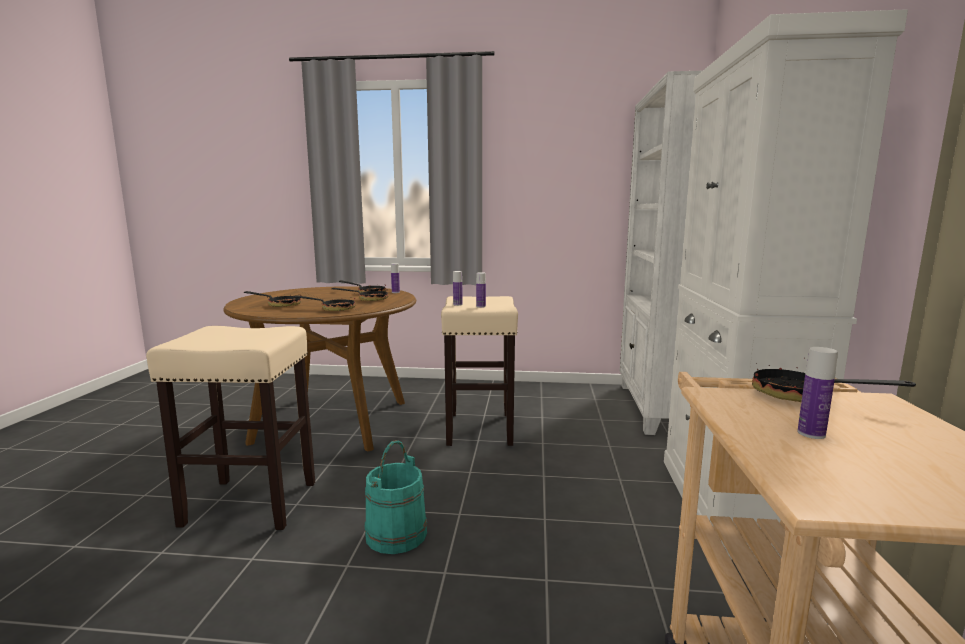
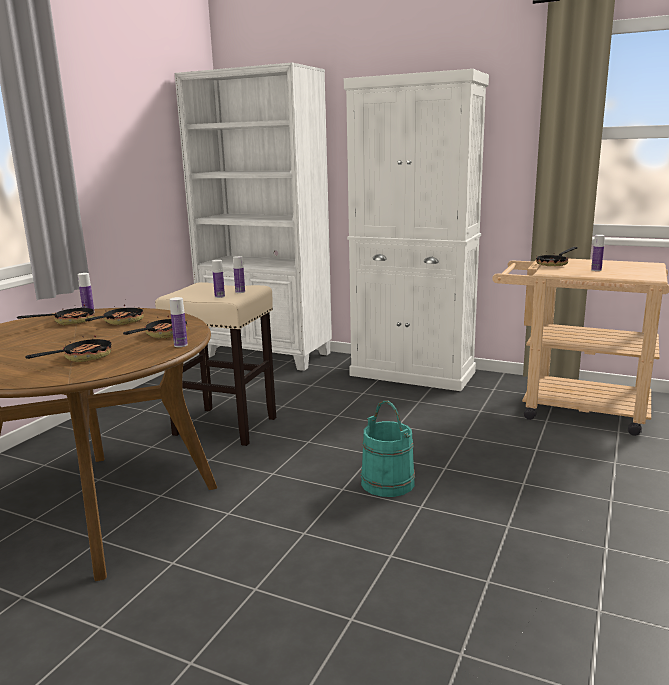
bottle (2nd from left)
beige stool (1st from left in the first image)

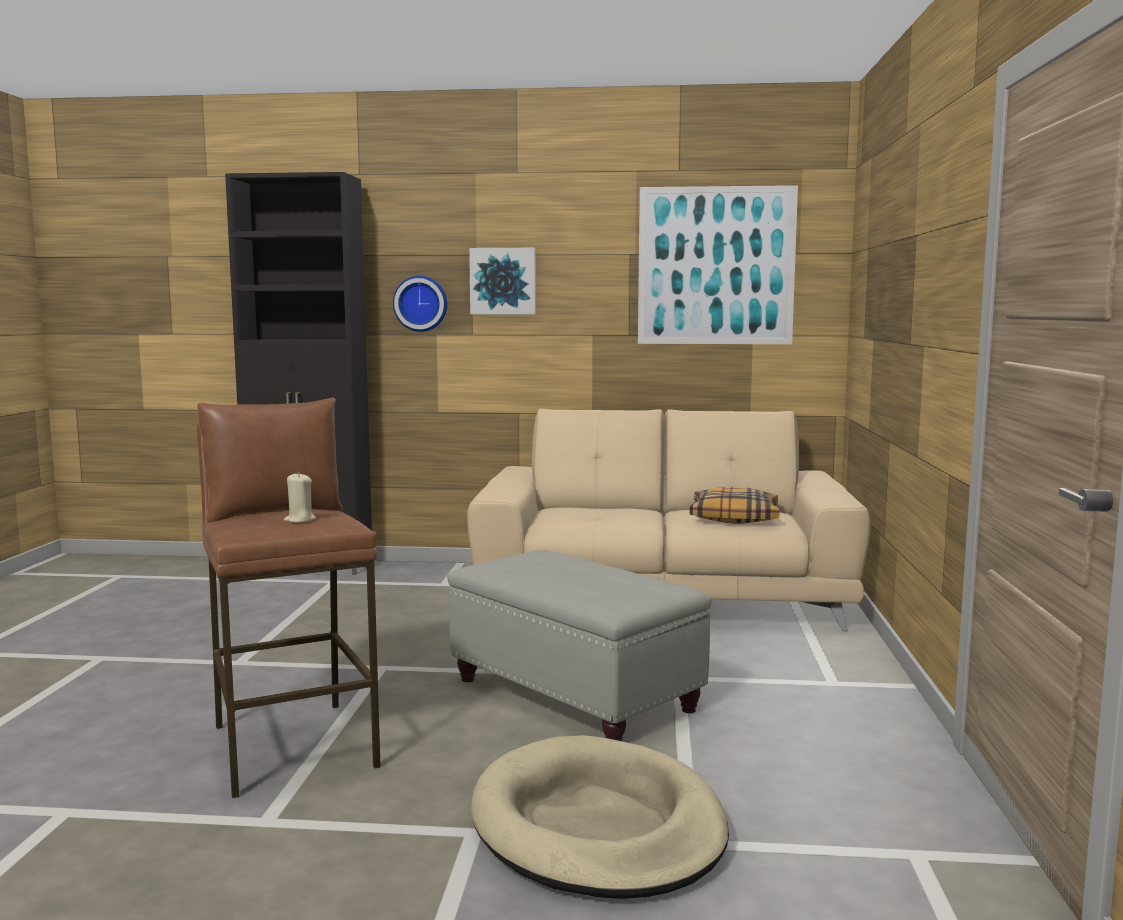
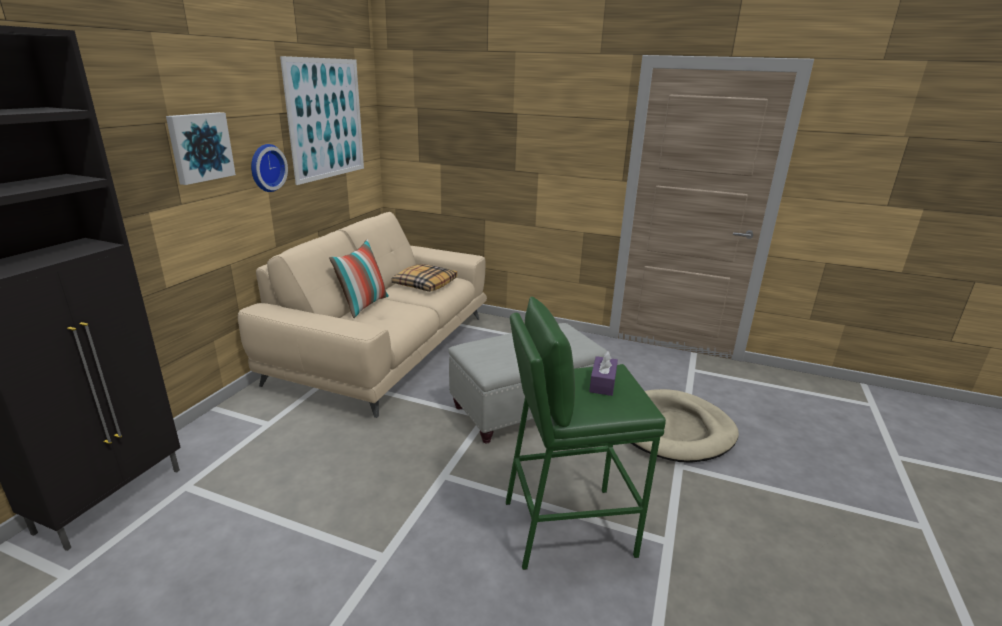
wall clock
pillow (1st from left)
green stool
purple tissue box

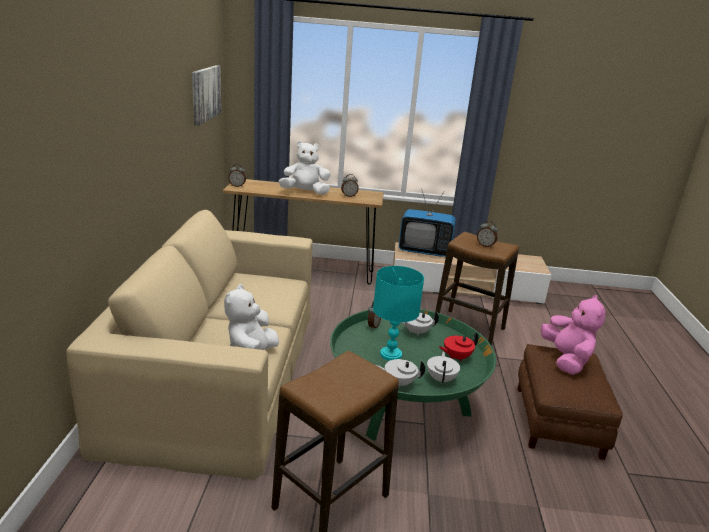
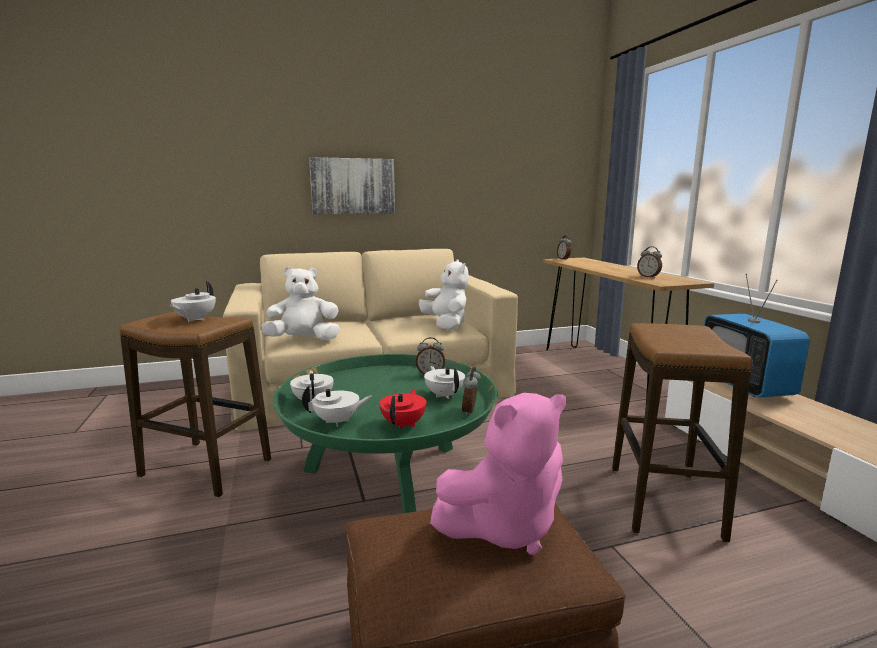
white teapot (1st from left)
picture
red teapot
white plush toy (2nd from left)
alarm clock (2nd from left)
turquoise table lamp

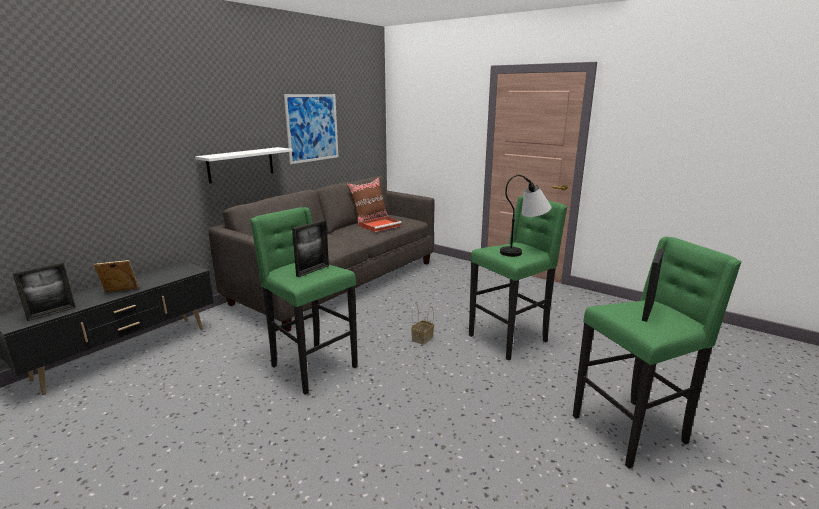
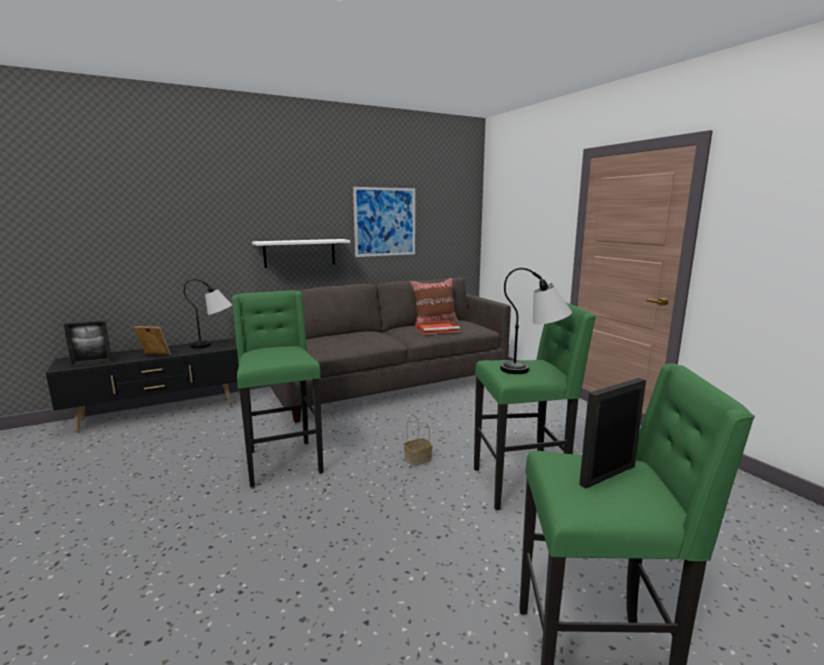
table lamp (1st from left)
picture frame (3rd from left in the first image)

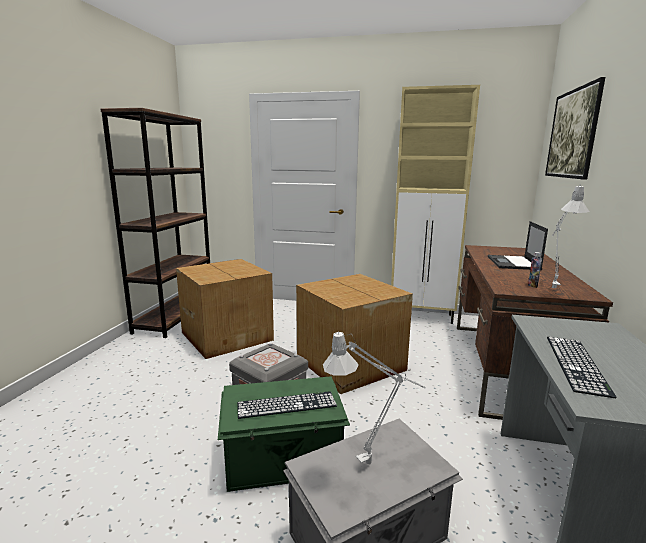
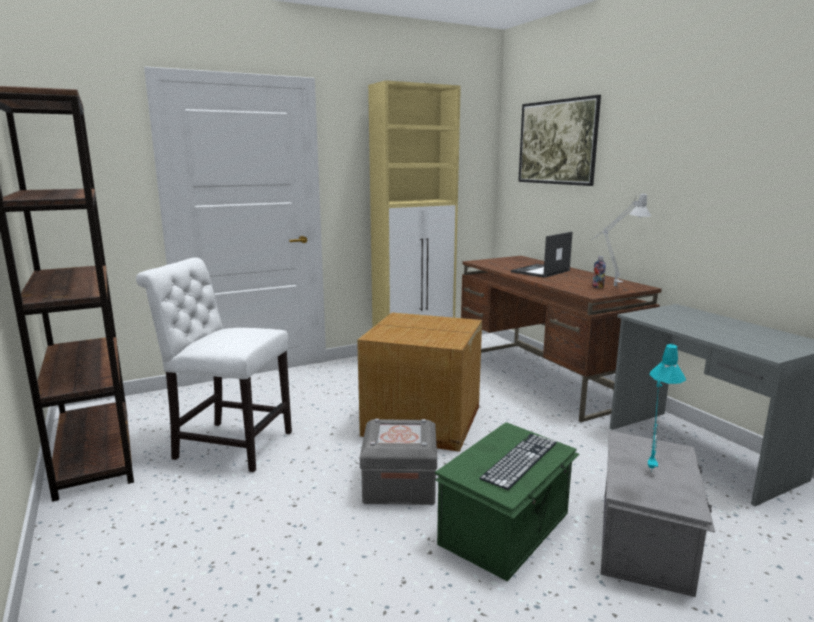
white chair
laptop
turquoise table lamp
keyboard (2nd from left in the first image)

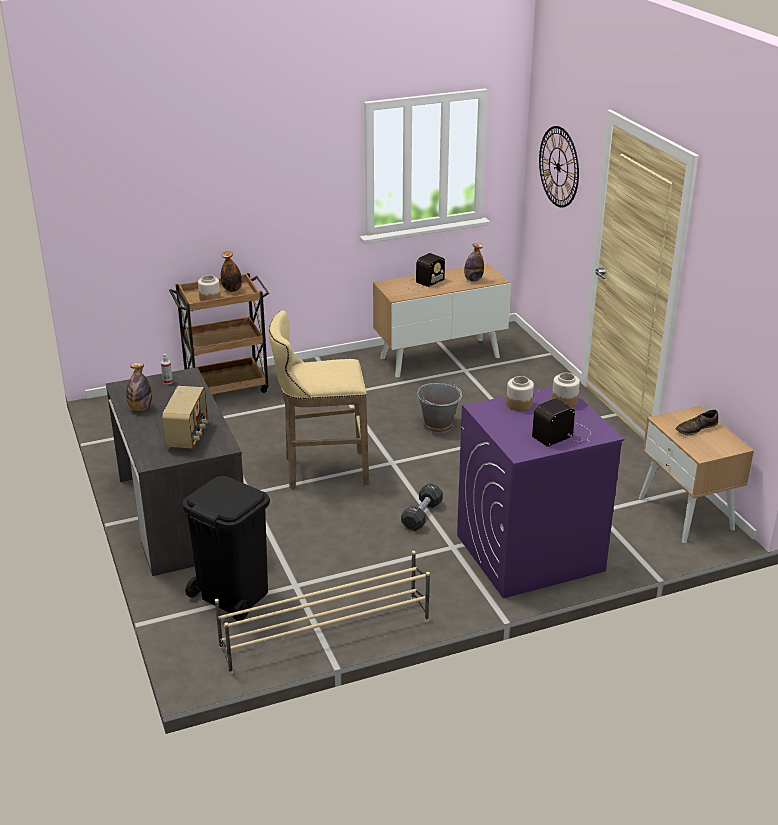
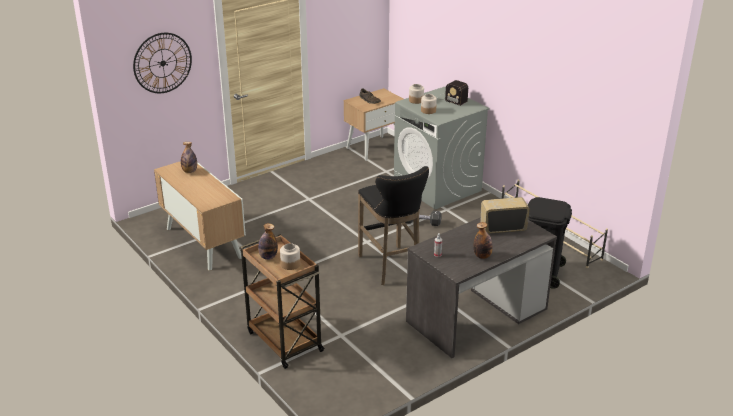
black stool
grey washing machine
radio (2nd from left in the first image)
grey bucket

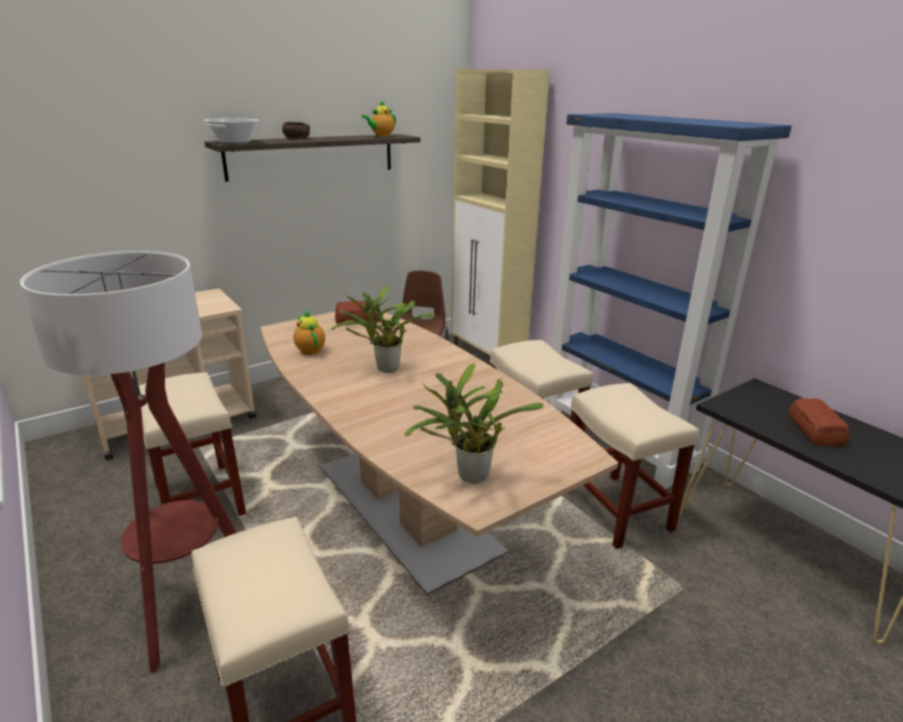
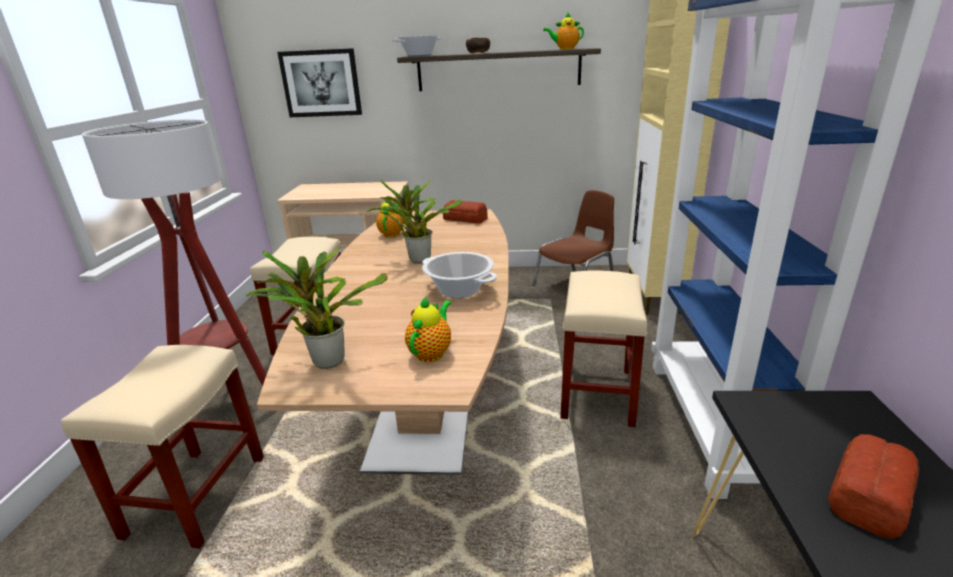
picture
teapot (2nd from left)
cooking pot (2nd from left)
beige stool (4th from left in the first image)

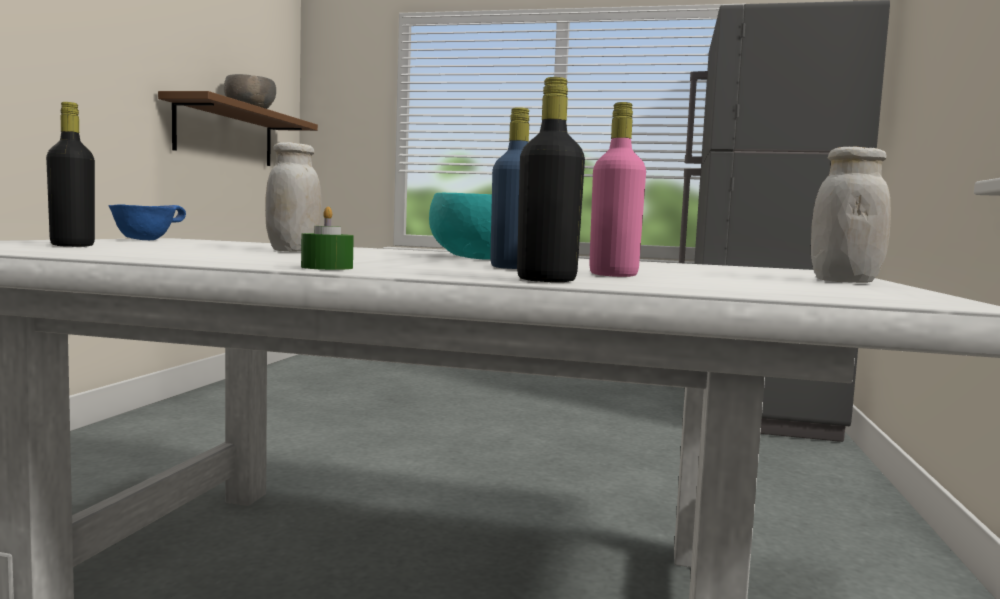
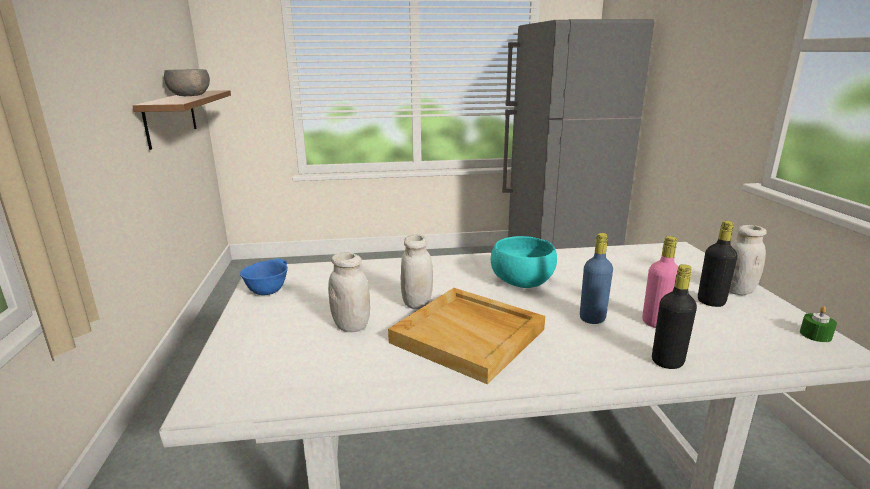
white jar (1st from left)
beige tray
black bottle (2nd from left)
green candle

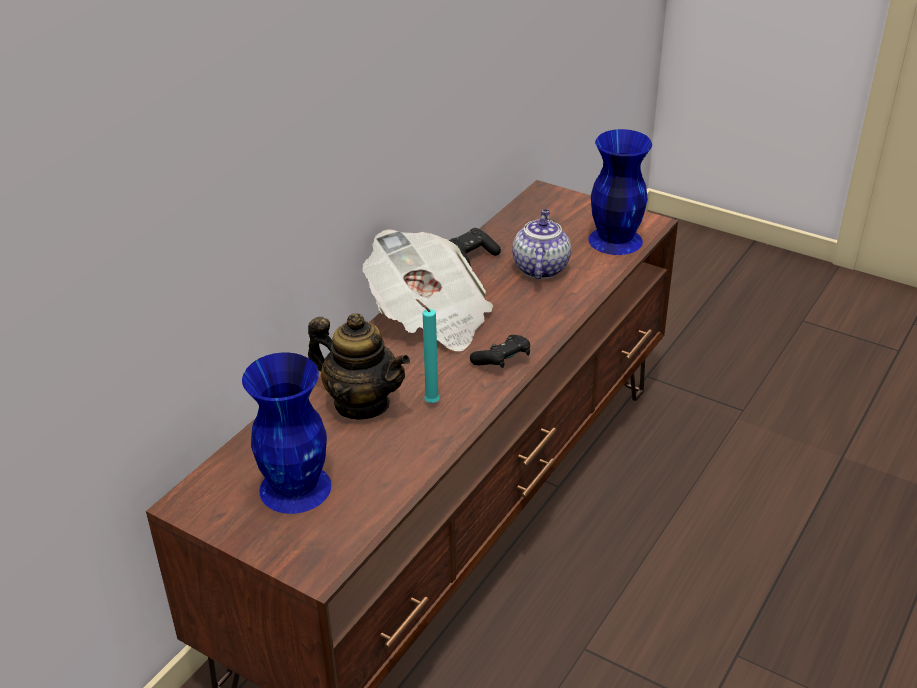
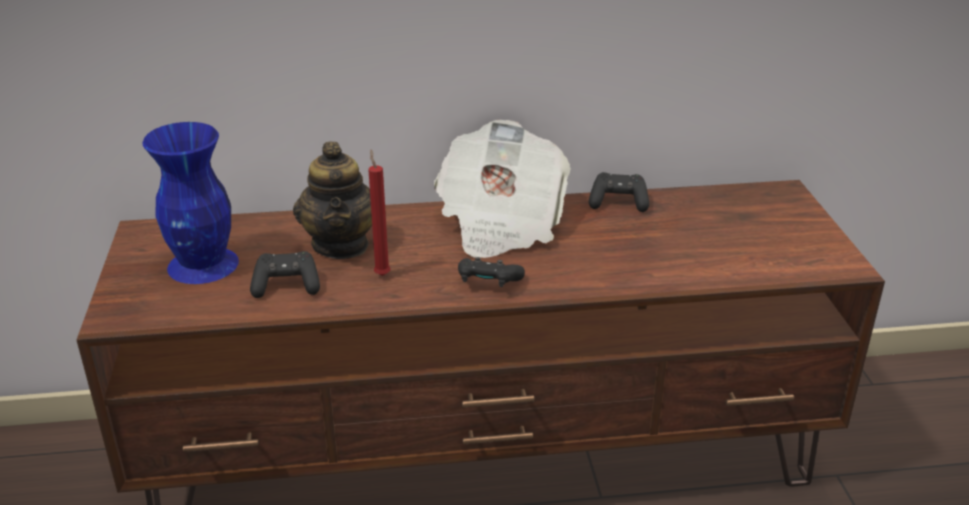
black game controller (1st from left)
red candle
teapot (2nd from left in the first image)
blue vase (2nd from left in the first image)

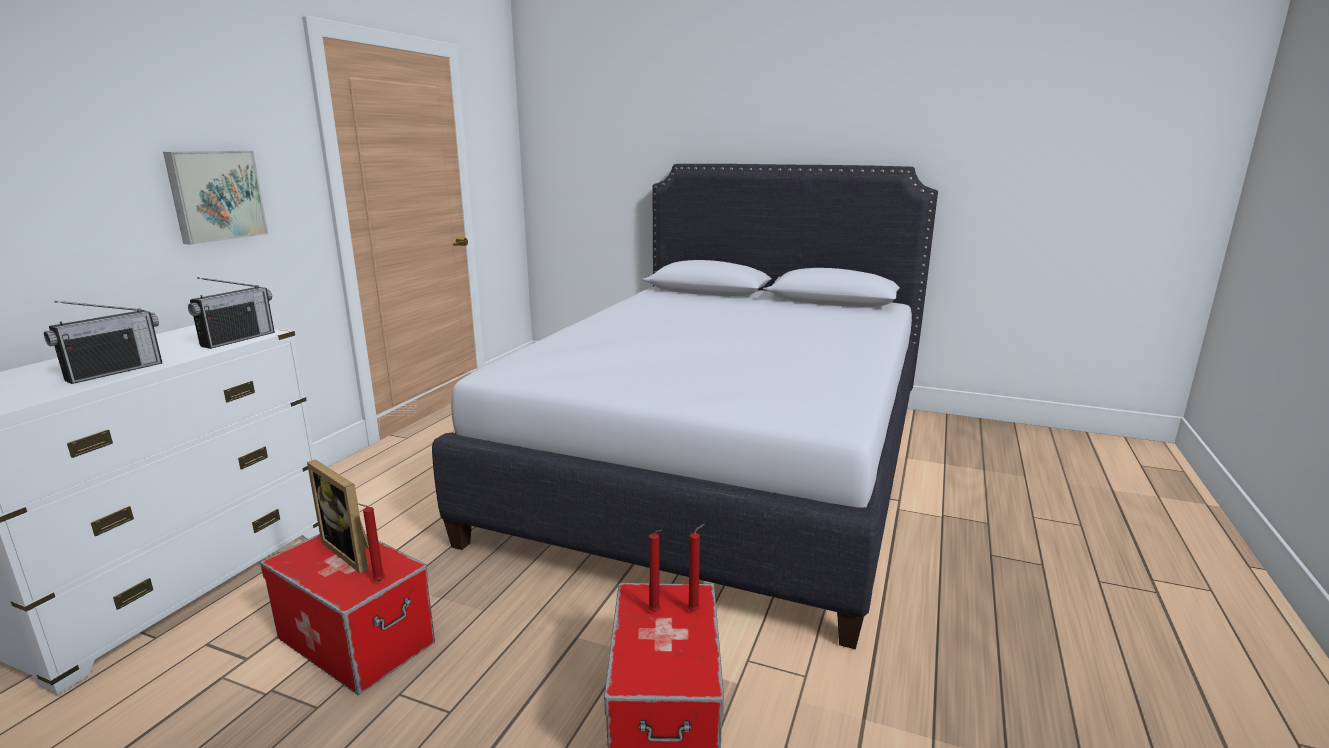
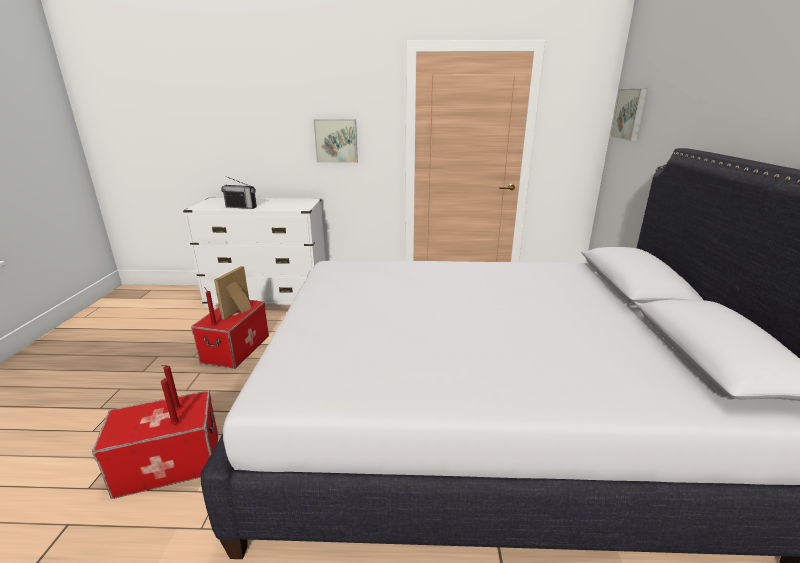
picture (2nd from left)
radio (2nd from left in the first image)

